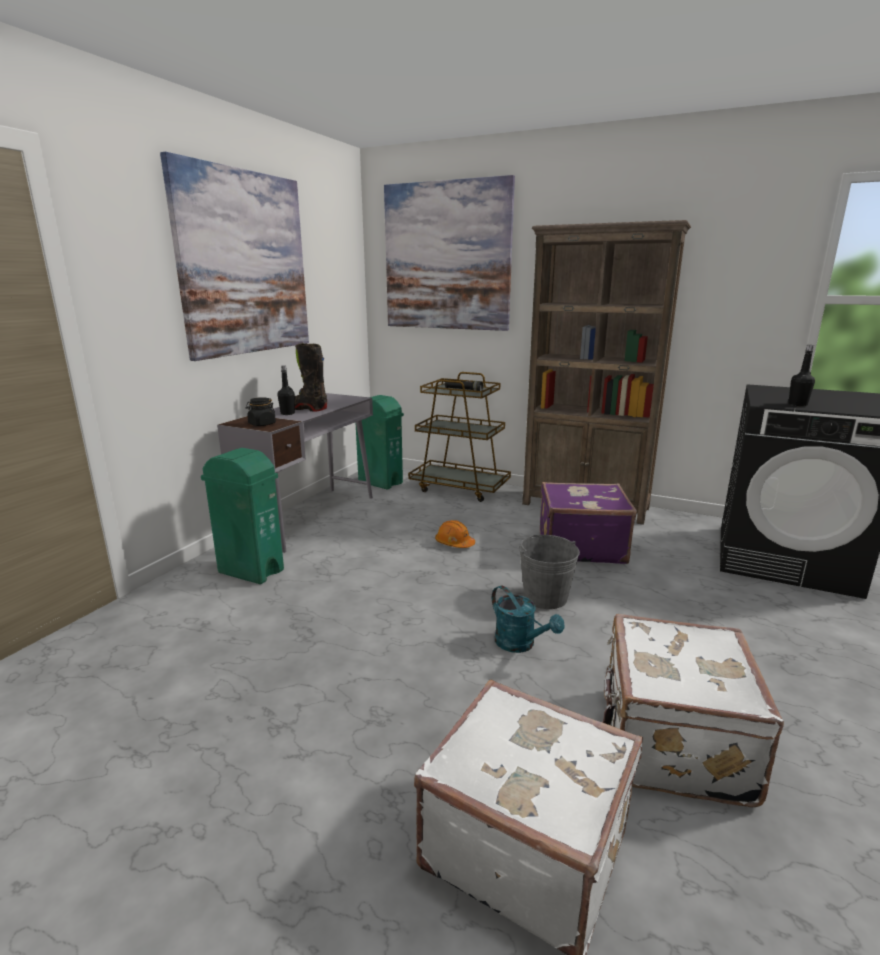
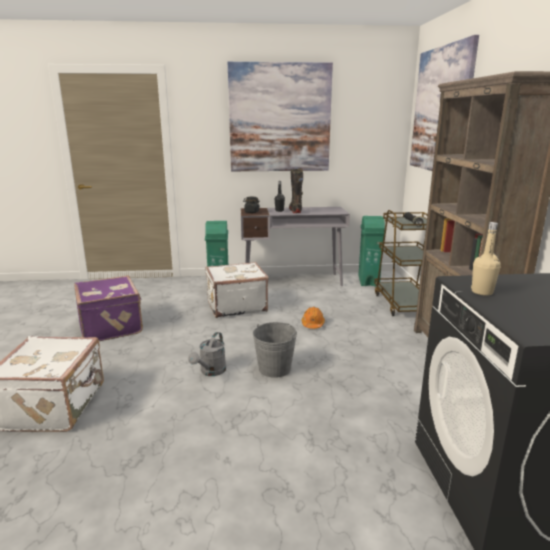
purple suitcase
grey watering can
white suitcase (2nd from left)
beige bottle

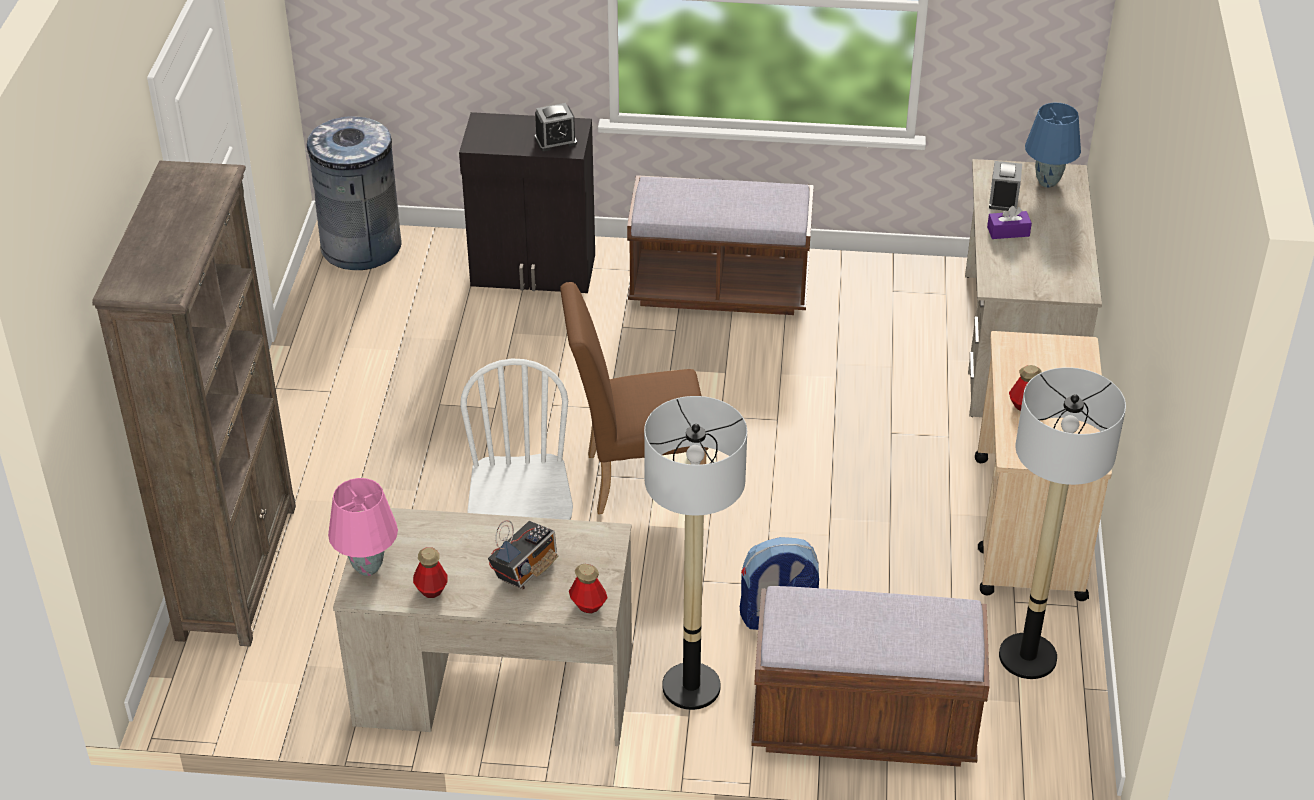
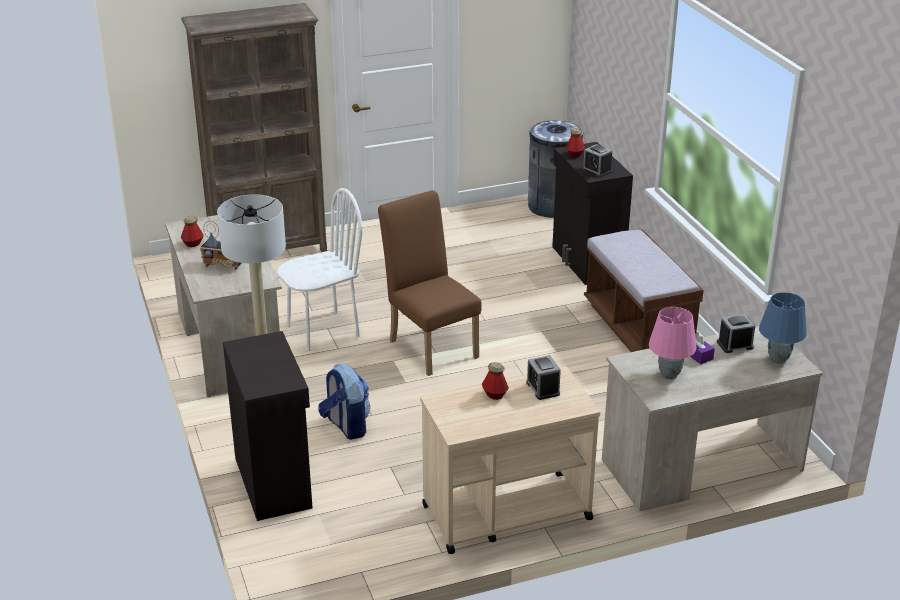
black cabinet (1st from left)
alarm clock (1st from left)
bottle (3rd from left)
pink table lamp
floor lamp (2nd from left in the first image)

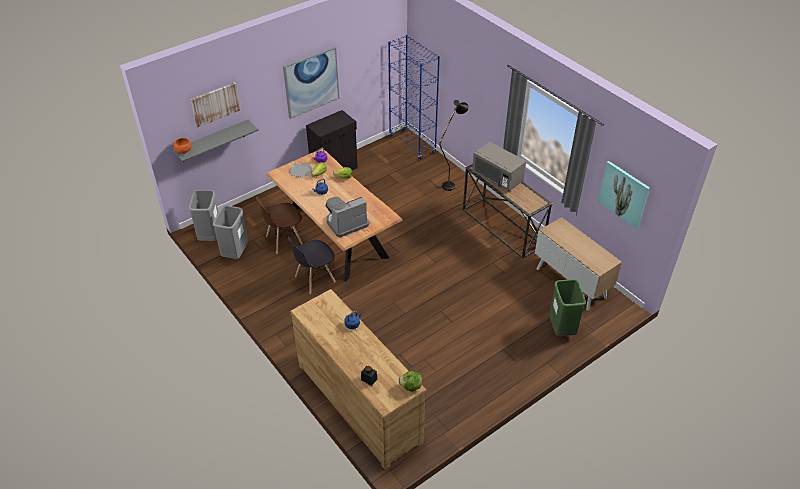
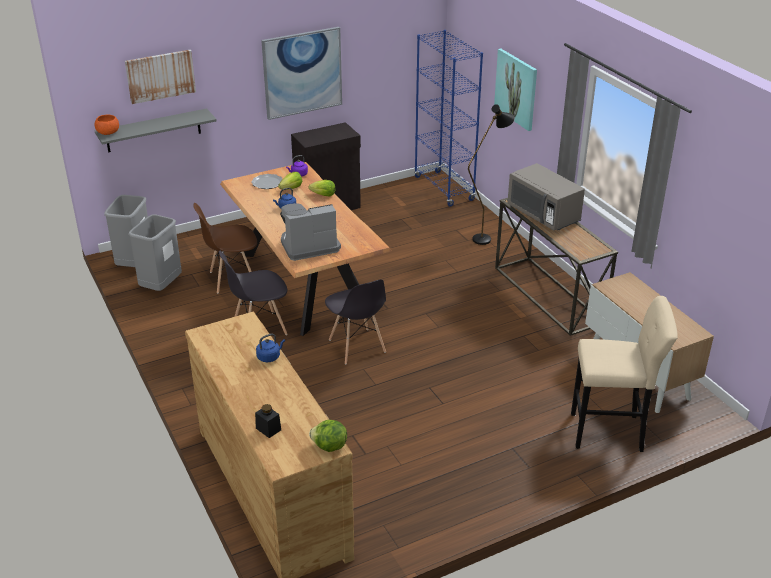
grey chair (2nd from left)
picture (3rd from left)
beige stool

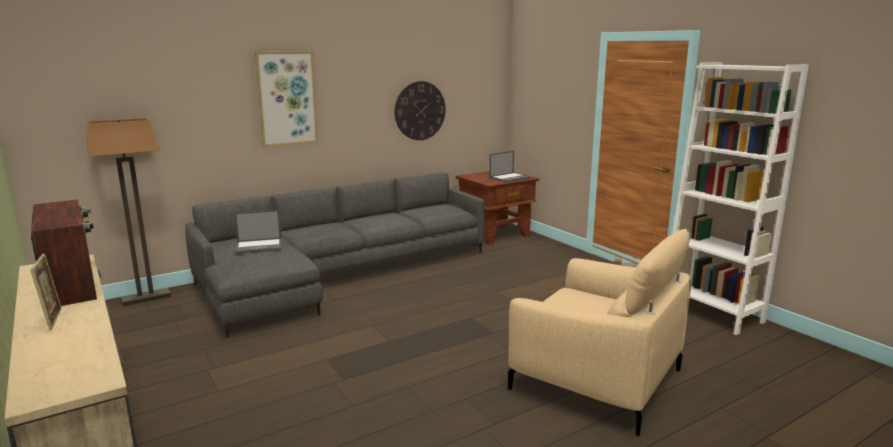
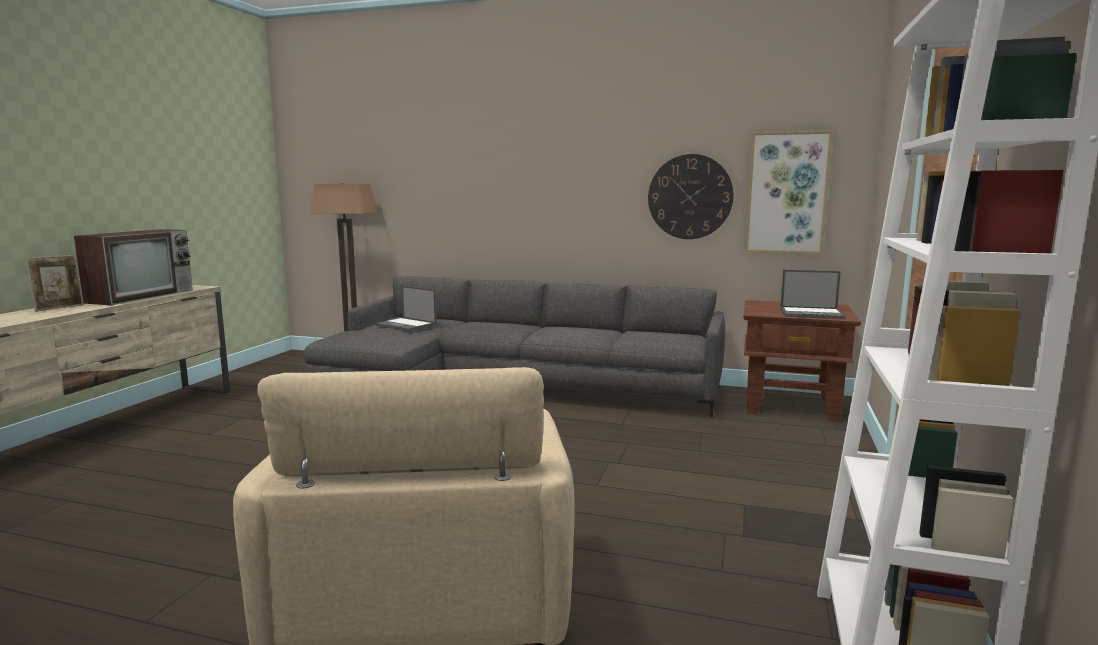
picture

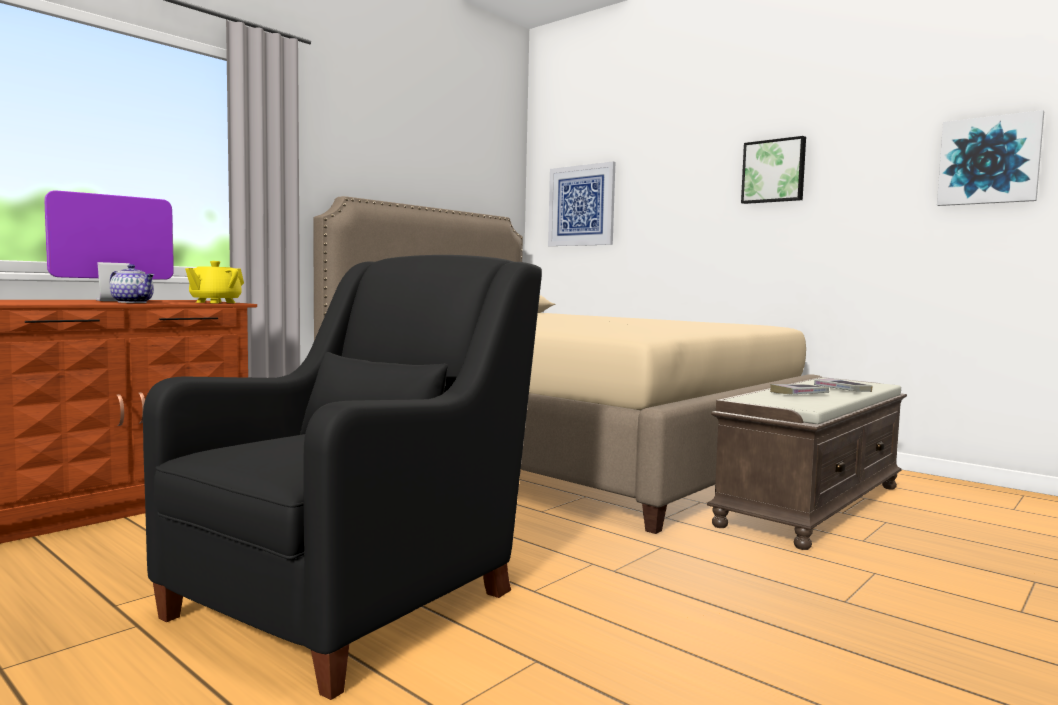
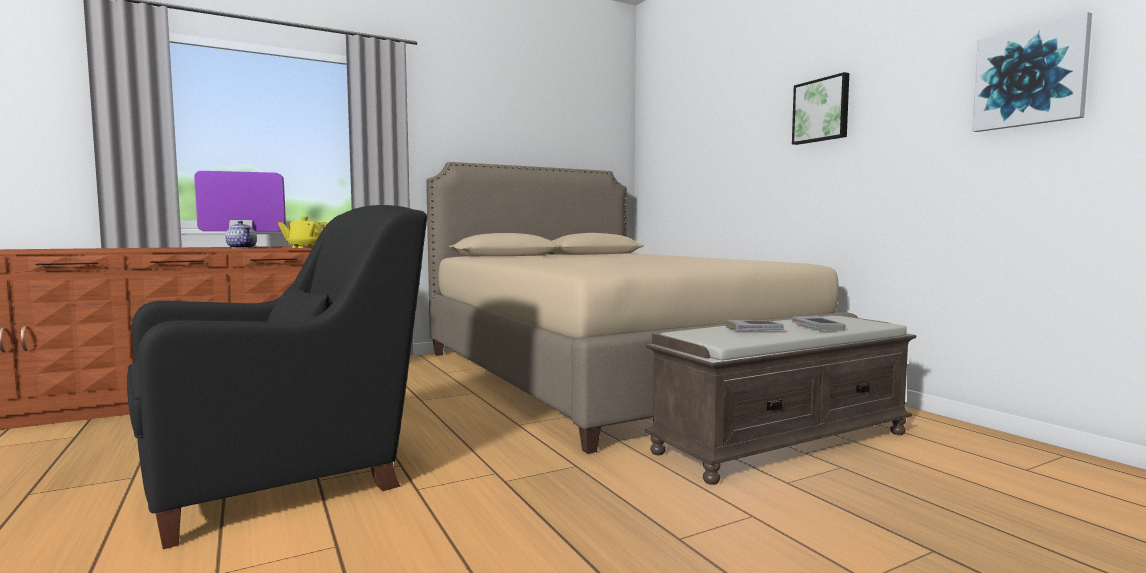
picture (1st from left in the first image)

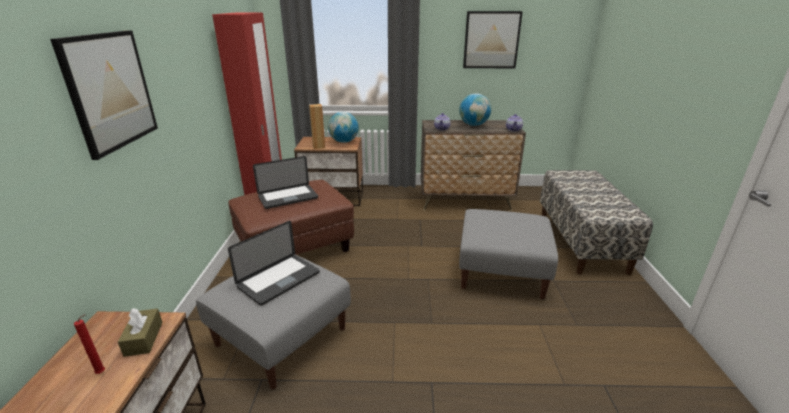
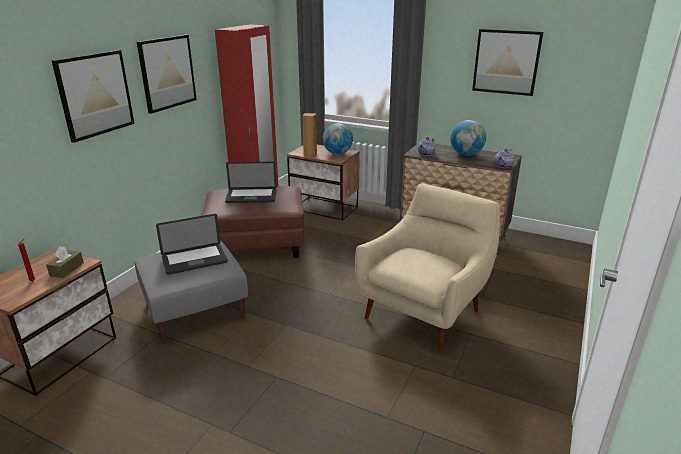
picture (2nd from left)
beige armchair
bench

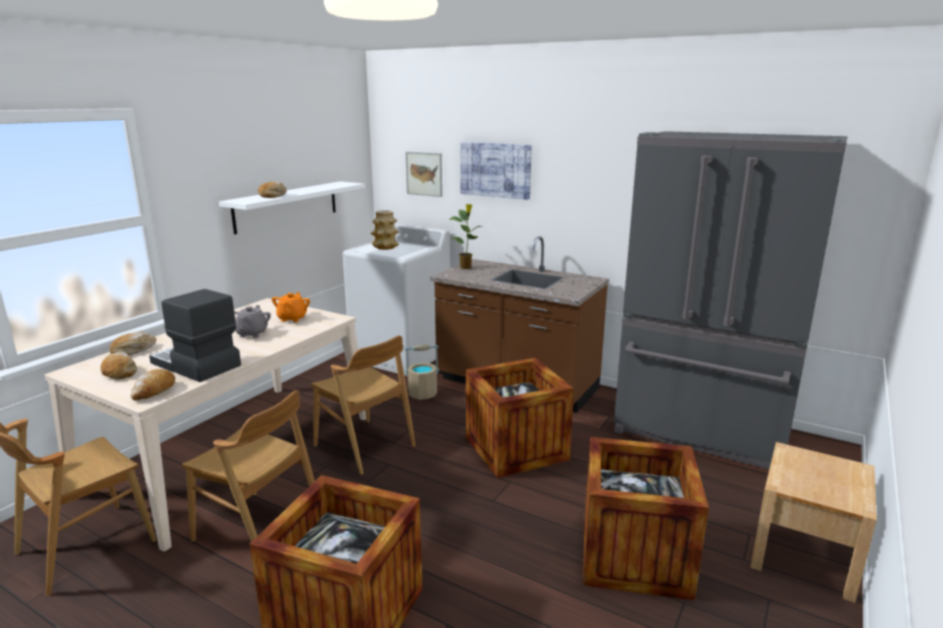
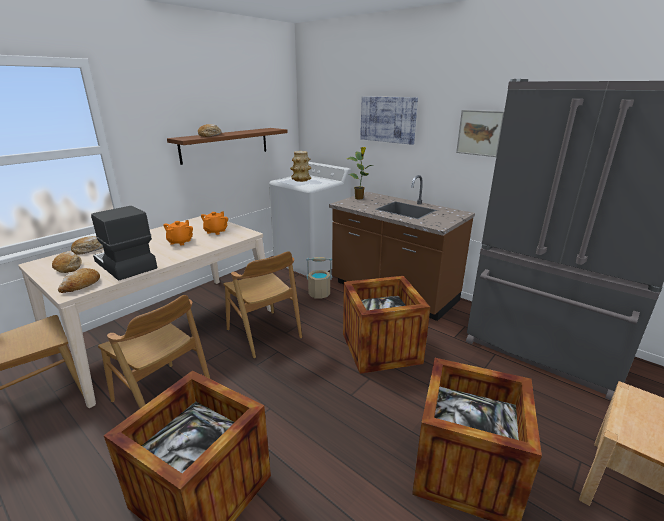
orange teapot (1st from left)
brown shelf
picture (2nd from left)

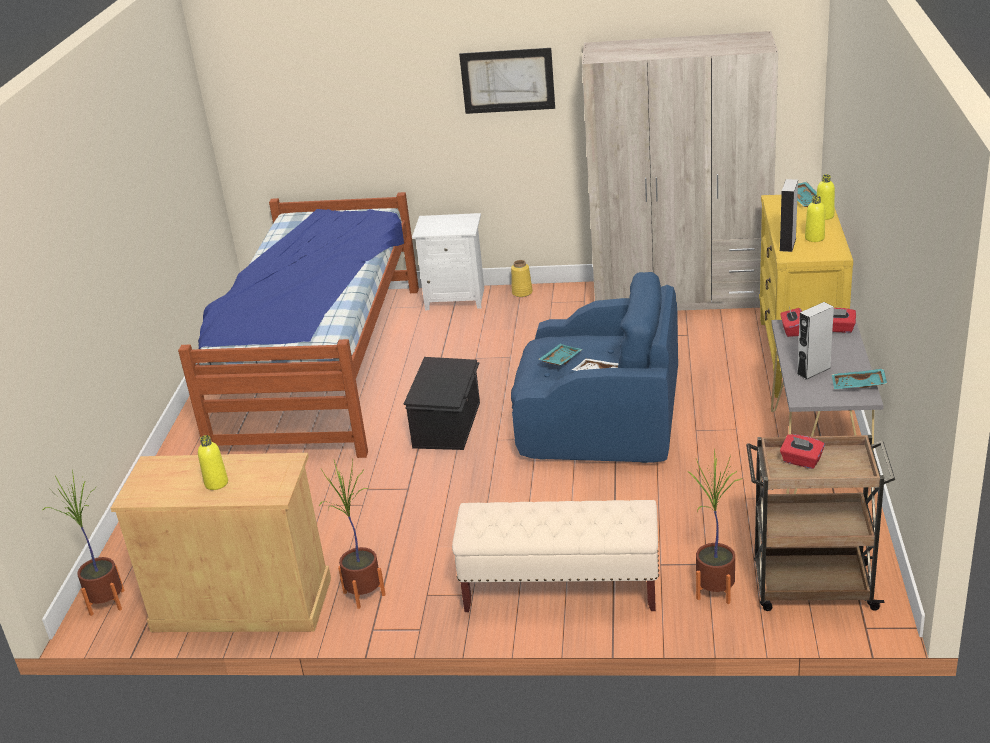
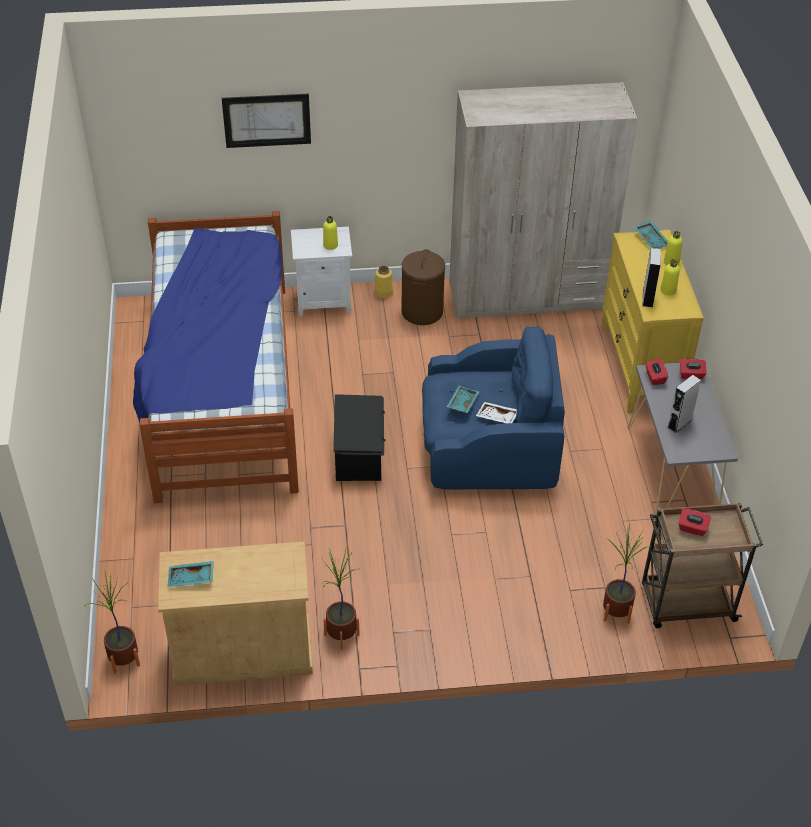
turquoise tray (1st from left)
picture
yellow bottle (1st from left)
brown laundry basket
beige bench

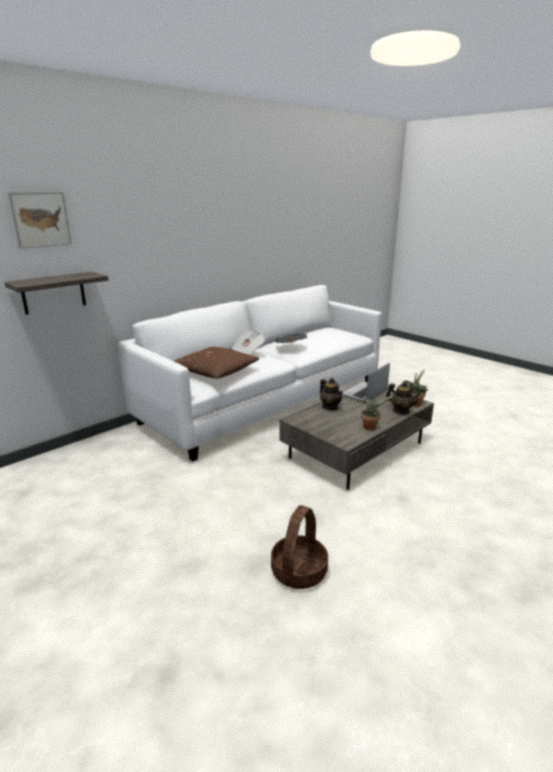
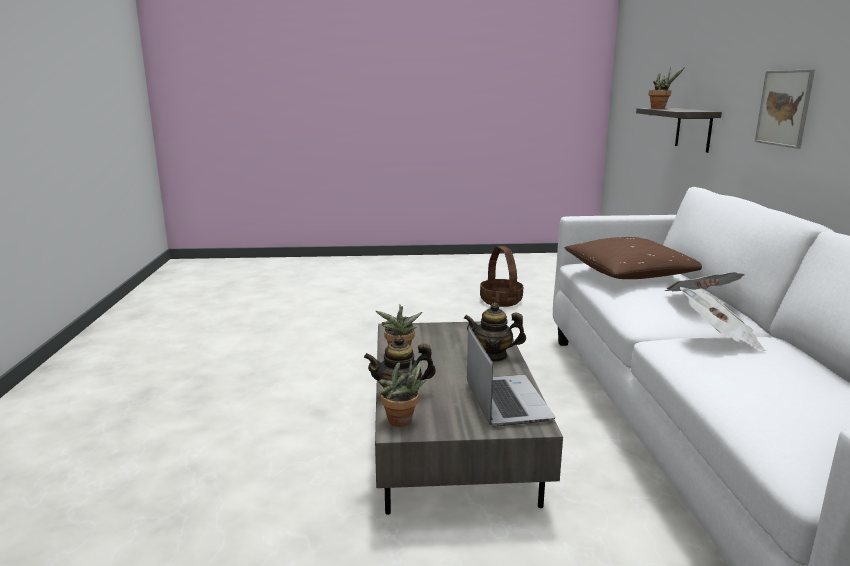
basket
potted plant (3rd from left)
picture

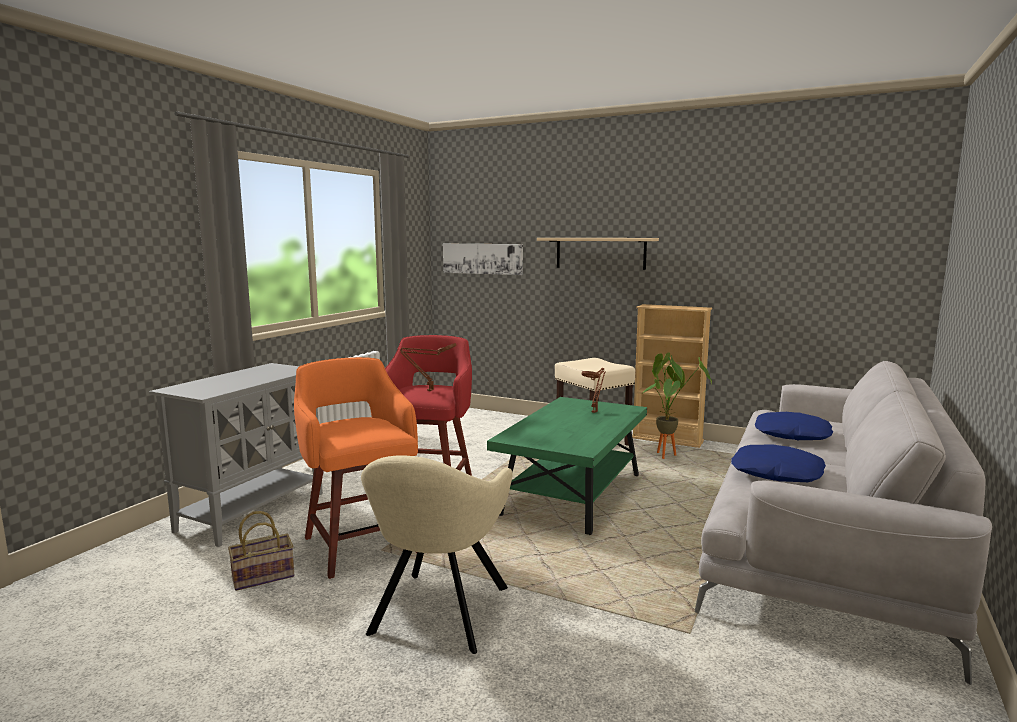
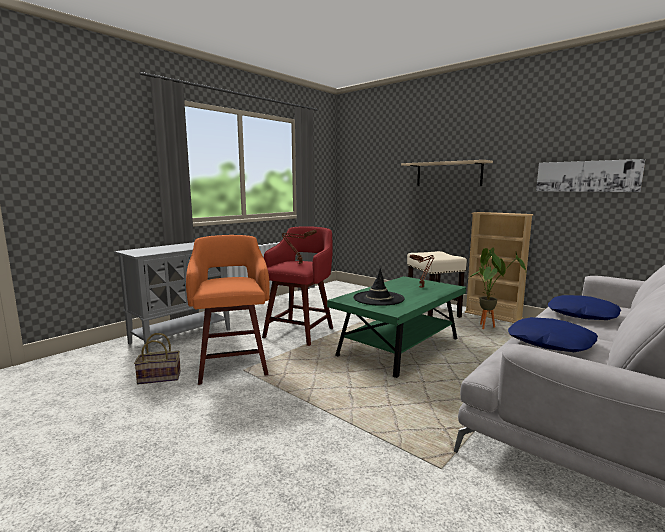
black hat
picture
beige armchair

